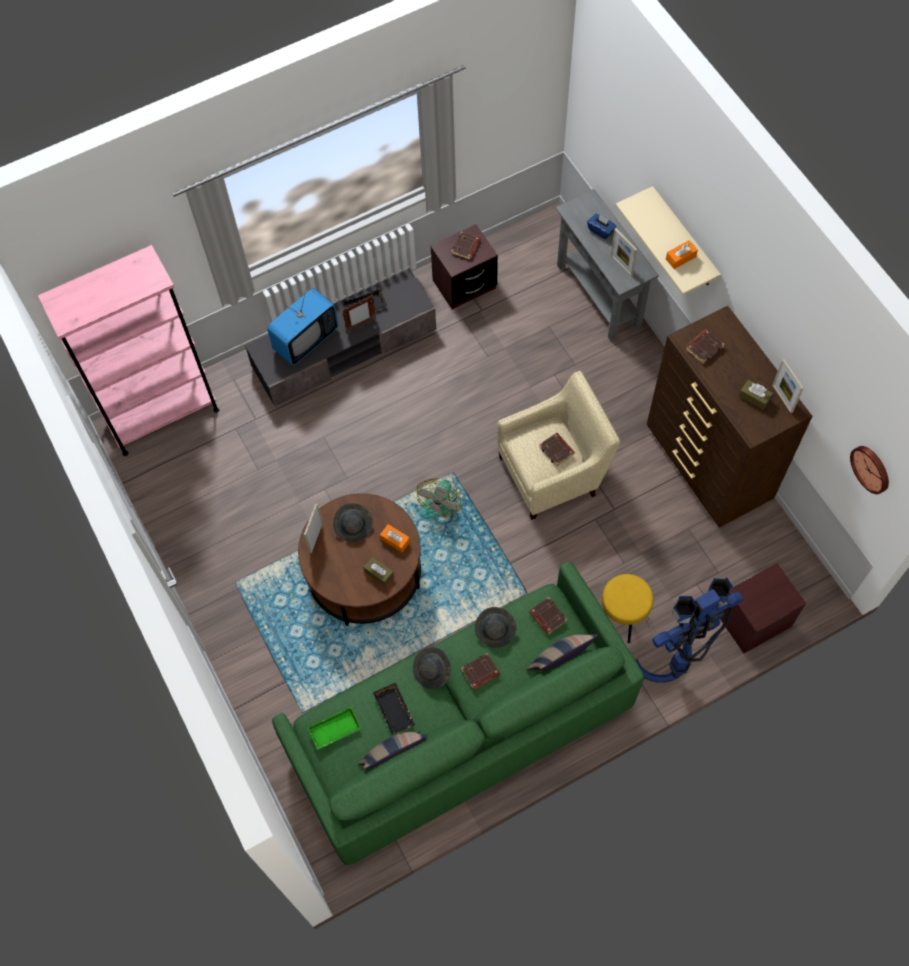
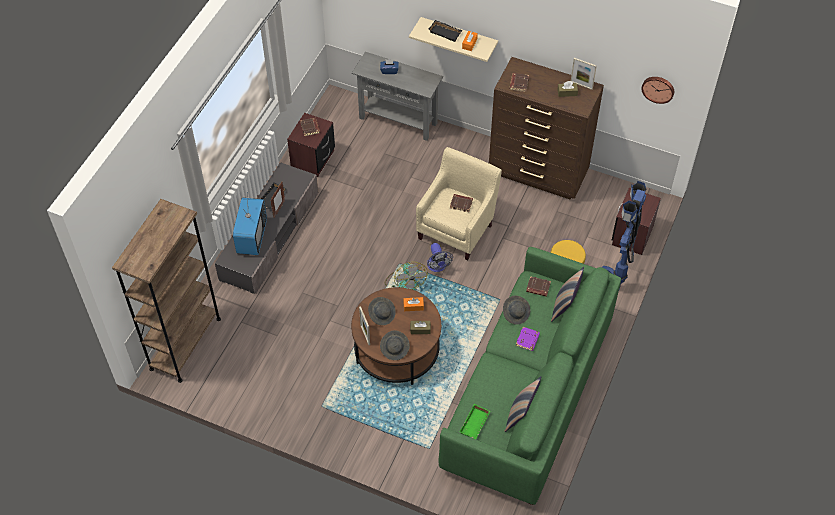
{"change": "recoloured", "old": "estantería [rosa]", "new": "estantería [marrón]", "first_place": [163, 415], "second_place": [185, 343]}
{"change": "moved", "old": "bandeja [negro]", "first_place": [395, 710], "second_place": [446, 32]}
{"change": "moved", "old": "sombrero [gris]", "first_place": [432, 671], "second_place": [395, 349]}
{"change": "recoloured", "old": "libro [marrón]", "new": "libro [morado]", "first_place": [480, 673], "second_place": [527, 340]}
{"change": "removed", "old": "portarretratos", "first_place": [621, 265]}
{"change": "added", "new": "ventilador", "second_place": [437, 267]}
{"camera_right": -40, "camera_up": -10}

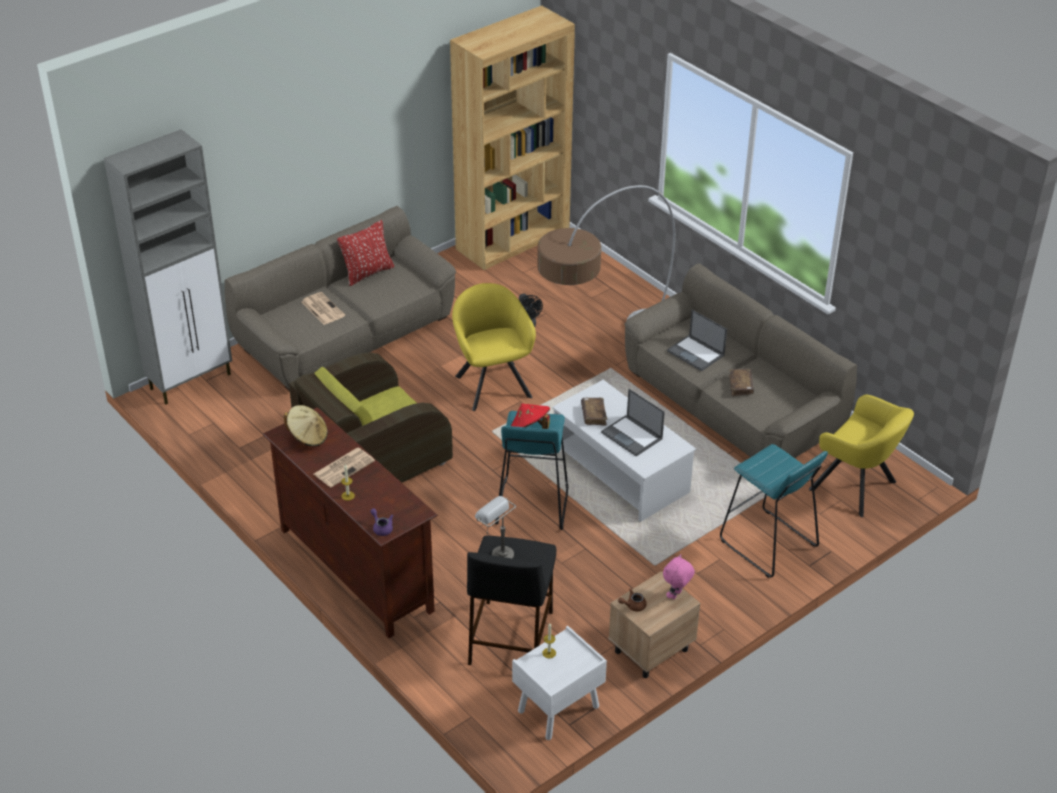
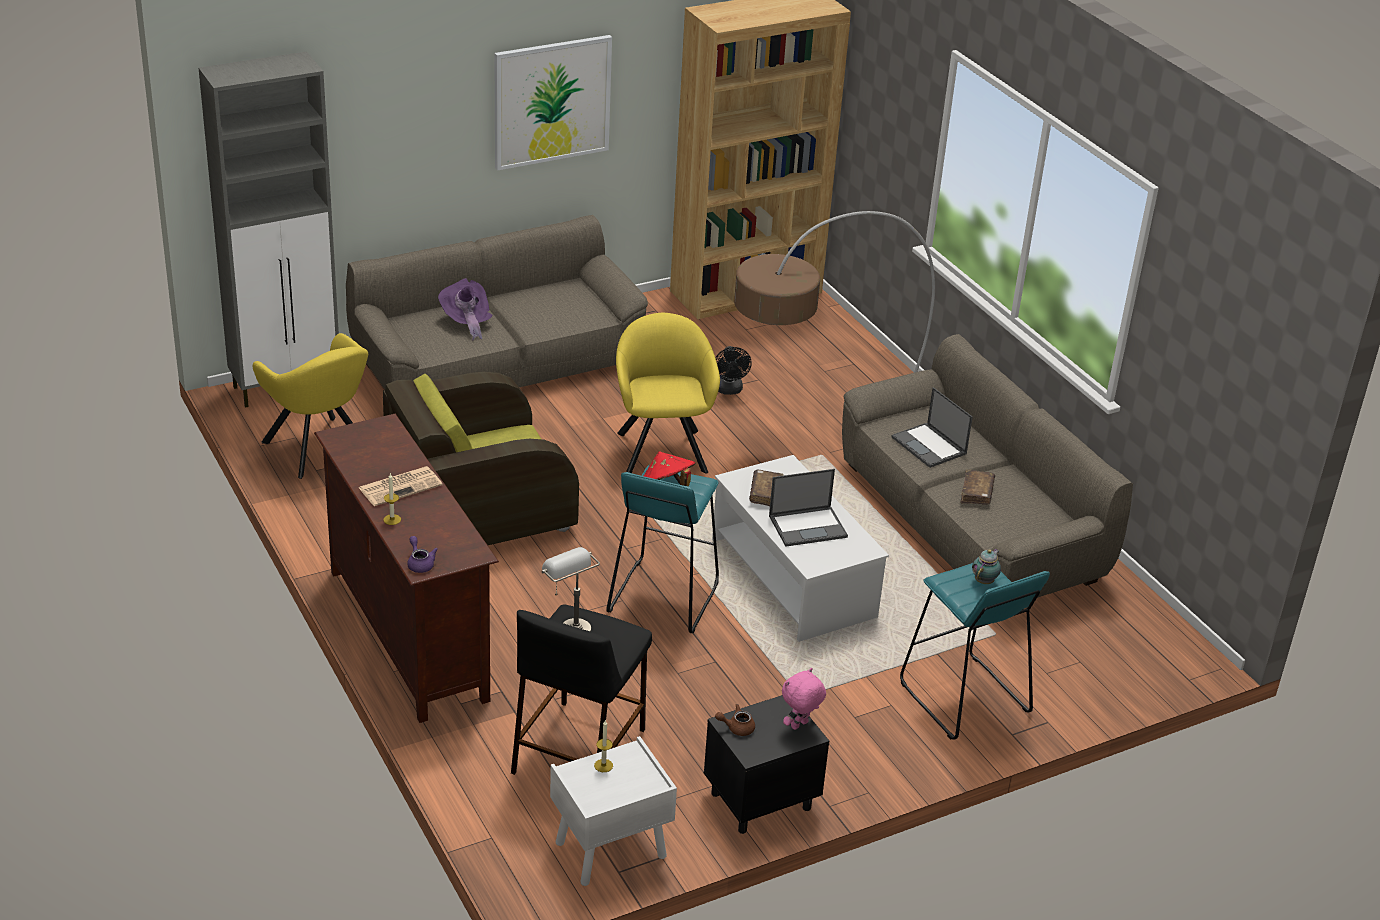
{"change": "removed", "old": "sombrero [beis]", "first_place": [308, 436]}
{"change": "replaced", "old": "periódico", "new": "sombrero [morado]", "first_place": [322, 308], "second_place": [466, 322]}
{"change": "removed", "old": "cojín [rojo]", "first_place": [367, 273]}
{"change": "turned", "old": "portátil", "first_place": [632, 436], "second_place": [808, 526], "degrees": -75}
{"change": "recoloured", "old": "mesita de noche [beis]", "new": "mesita de noche [negro]", "first_place": [650, 651], "second_place": [759, 801]}
{"change": "moved", "old": "sillón [amarillo]", "first_place": [857, 488], "second_place": [320, 450]}
{"change": "added", "new": "cuadro", "second_place": [551, 101]}
{"change": "added", "new": "tetera", "second_place": [985, 581]}
{"camera_right": 10, "camera_up": -5}

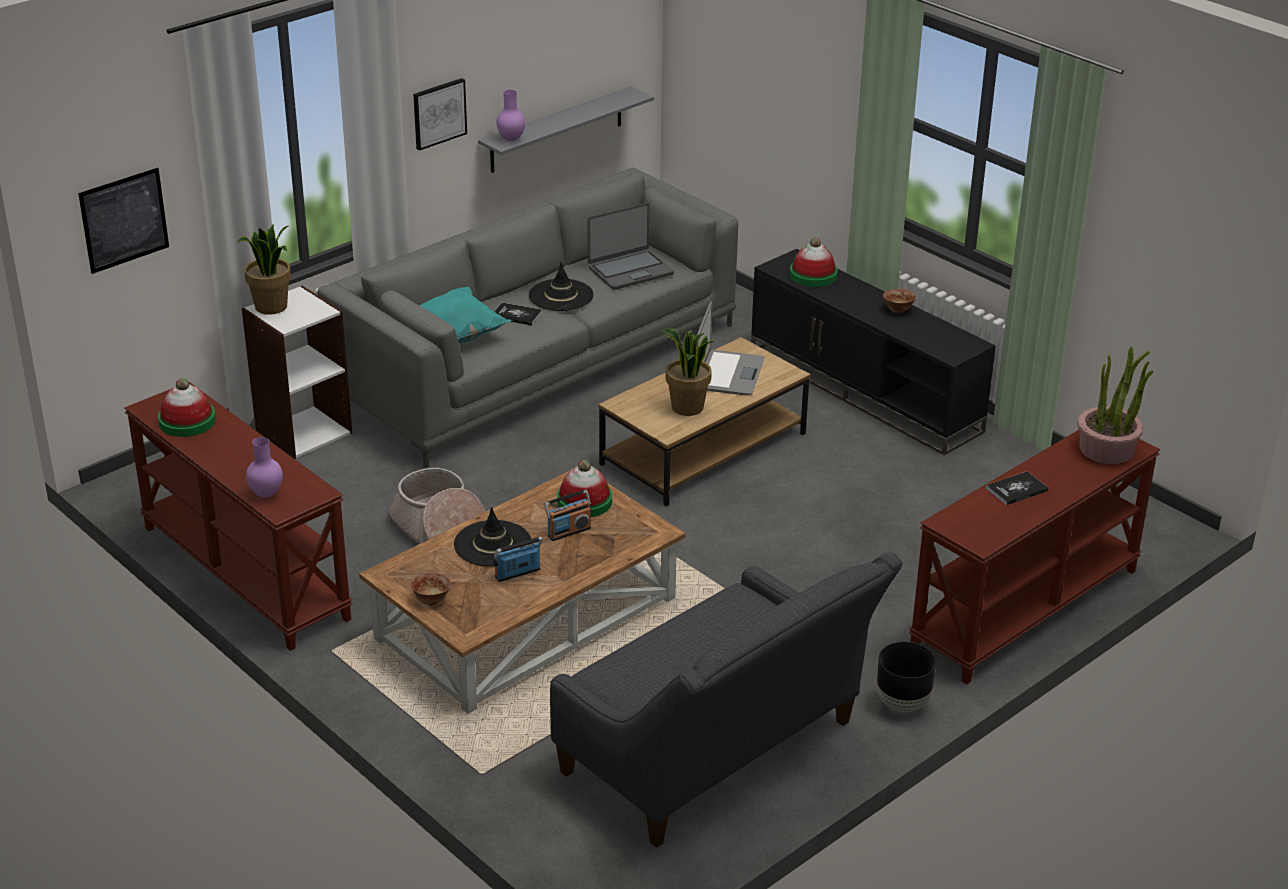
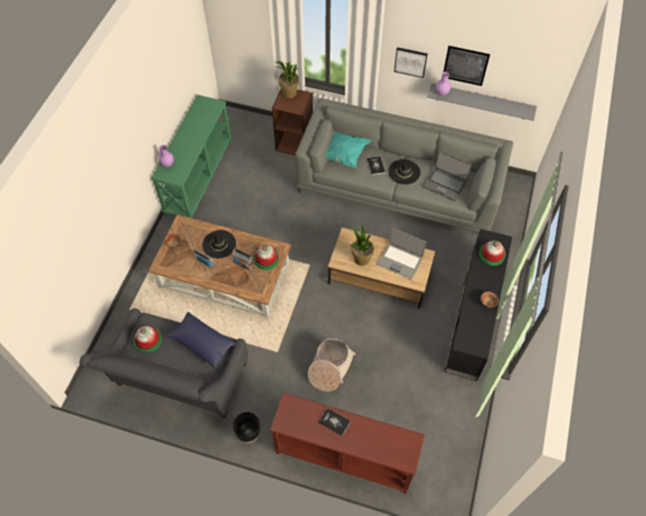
{"change": "moved", "old": "cuadro", "first_place": [124, 220], "second_place": [465, 65]}
{"change": "recoloured", "old": "mesa consola [marrón]", "new": "mesa consola [verde]", "first_place": [243, 573], "second_place": [198, 177]}
{"change": "moved", "old": "sombrero", "first_place": [187, 421], "second_place": [148, 340]}
{"change": "recoloured", "old": "estantería [blanco]", "new": "estantería [marrón]", "first_place": [303, 431], "second_place": [294, 143]}
{"change": "moved", "old": "cesta", "first_place": [439, 531], "second_place": [329, 367]}
{"change": "turned", "old": "portátil", "first_place": [728, 374], "second_place": [400, 261], "degrees": 45}
{"change": "removed", "old": "planta en maceta", "first_place": [1107, 449]}
{"change": "added", "new": "cojín [azul]", "second_place": [202, 343]}
{"camera_right": 60, "camera_up": 25}

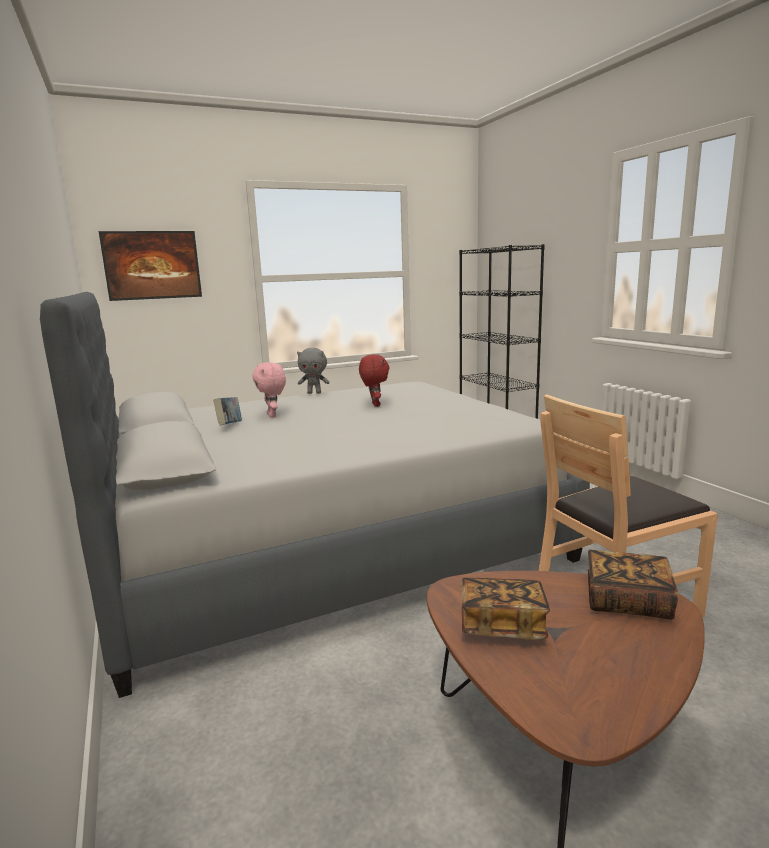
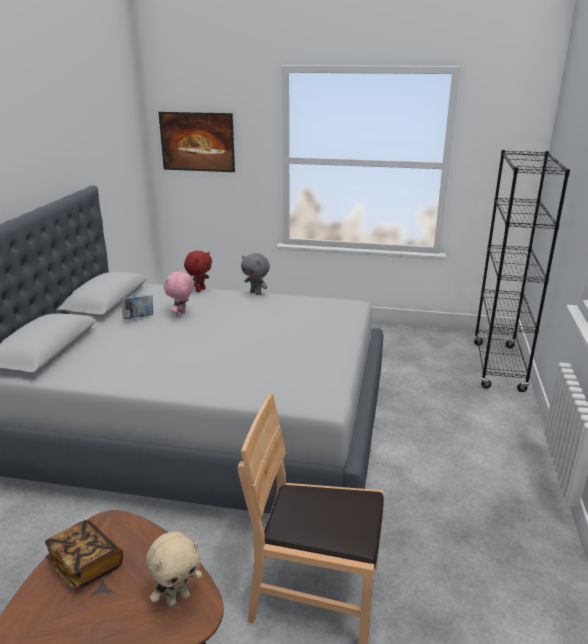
{"change": "moved", "old": "peluche [rojo]", "first_place": [374, 405], "second_place": [200, 290]}
{"change": "replaced", "old": "libro", "new": "peluche [beis]", "first_place": [627, 601], "second_place": [178, 598]}
{"camera_right": 35, "camera_up": 10}

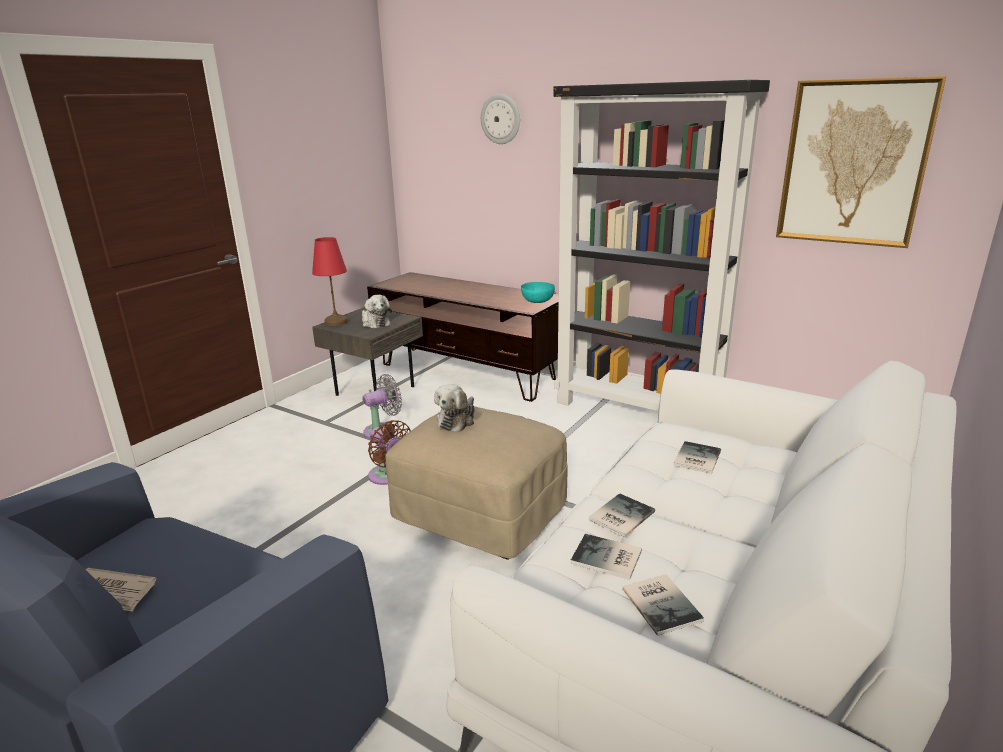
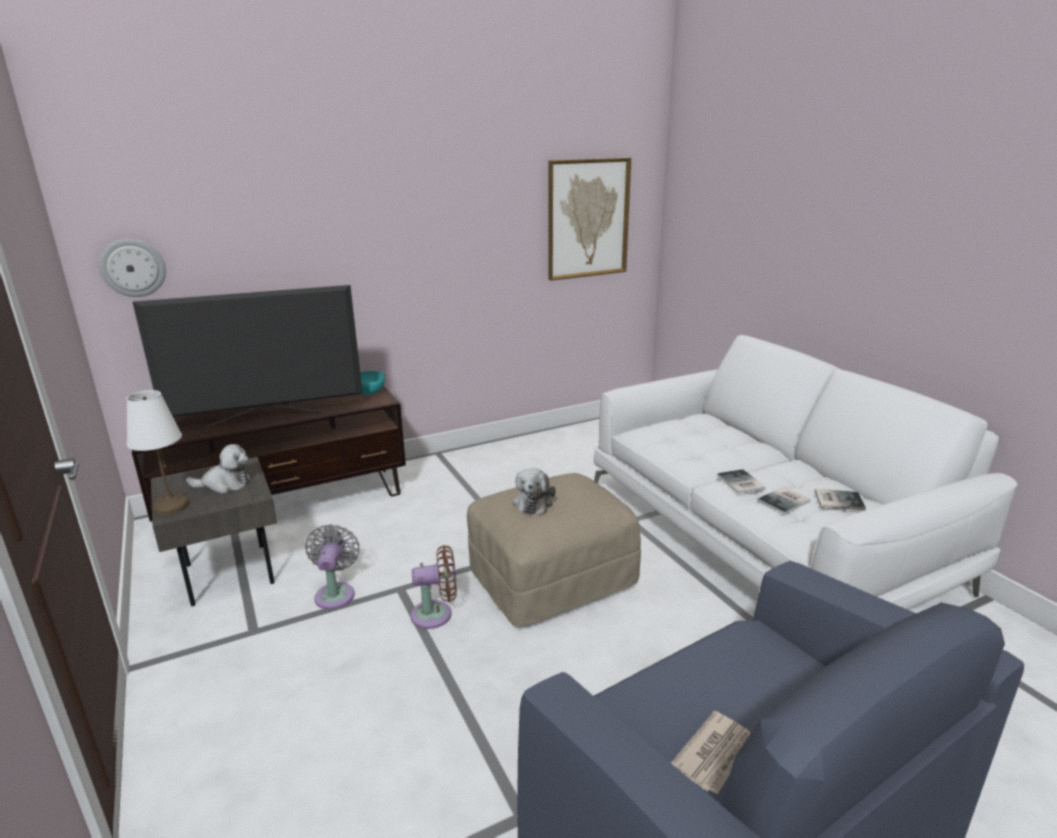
{"change": "recoloured", "old": "lámpara de mesa [rojo]", "new": "lámpara de mesa [blanco]", "first_place": [335, 322], "second_place": [170, 507]}
{"change": "turned", "old": "peluche", "first_place": [457, 420], "second_place": [533, 502], "degrees": 45}
{"change": "moved", "old": "reloj de pared", "first_place": [501, 119], "second_place": [133, 267]}
{"change": "removed", "old": "estantería [negro]", "first_place": [638, 409]}
{"change": "removed", "old": "libro", "first_place": [695, 458]}
{"change": "added", "new": "televisor", "second_place": [268, 418]}
{"camera_right": -60, "camera_up": 0}

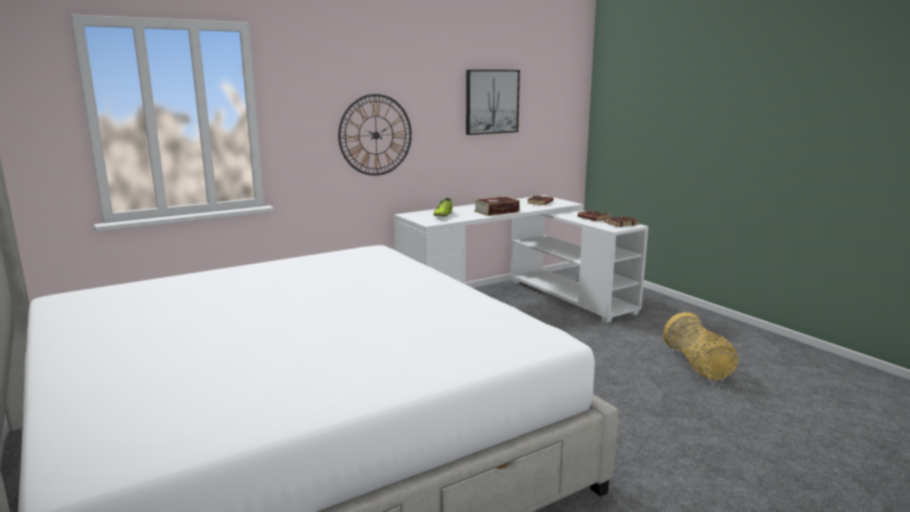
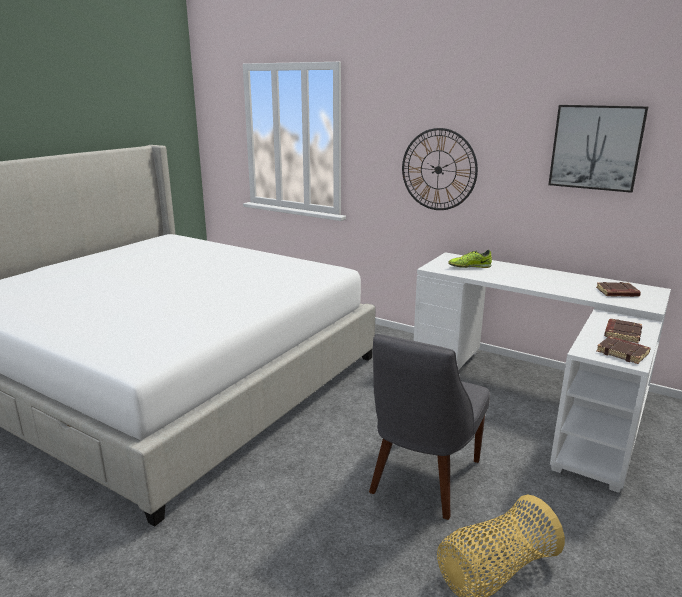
{"change": "removed", "old": "libro", "first_place": [496, 211]}
{"change": "added", "new": "silla [gris]", "second_place": [422, 479]}
{"camera_right": 65, "camera_up": 5}

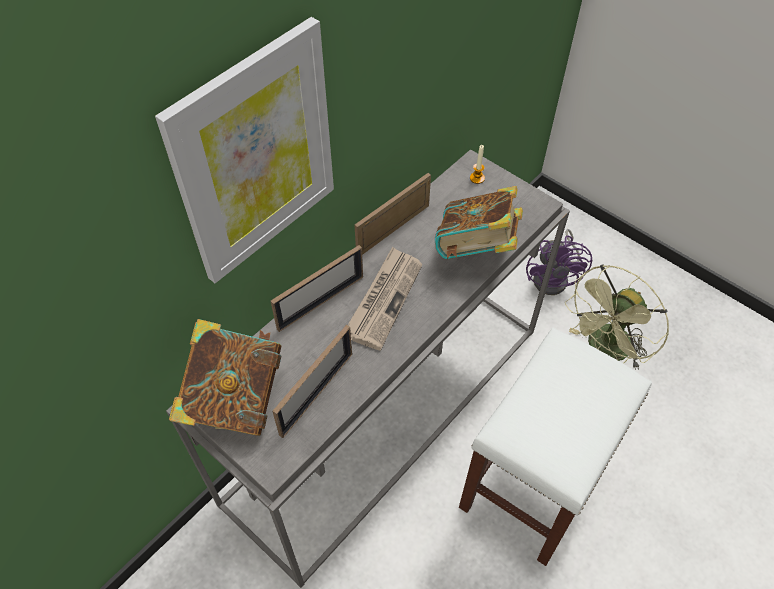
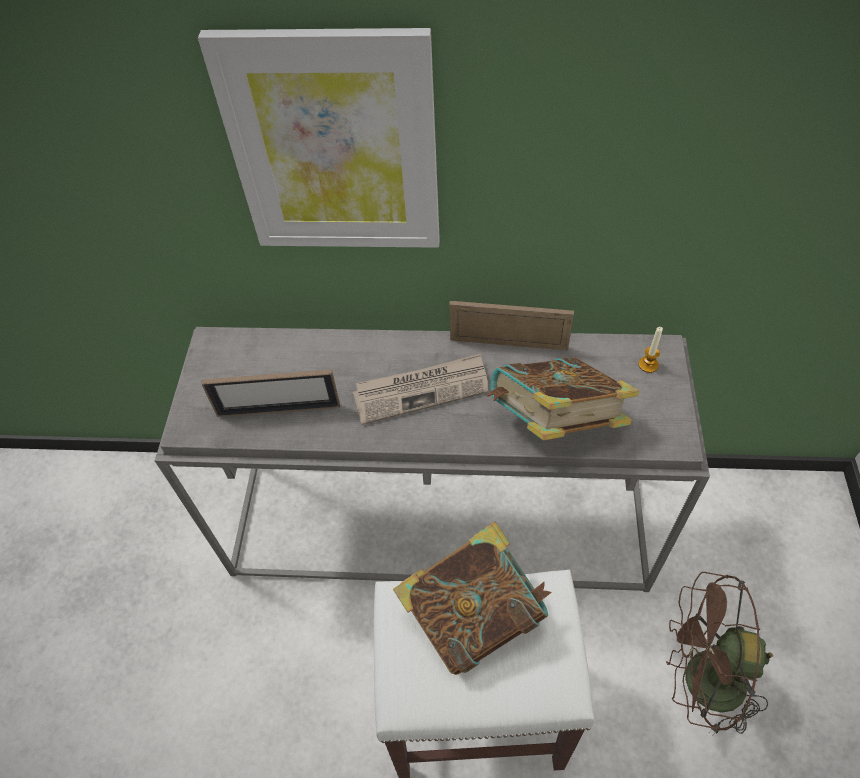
{"change": "moved", "old": "libro", "first_place": [233, 399], "second_place": [473, 613]}
{"change": "removed", "old": "portarretratos", "first_place": [320, 302]}
{"change": "removed", "old": "ventilador [morado]", "first_place": [555, 278]}
{"change": "recoloured", "old": "ventilador [verde]", "new": "ventilador [marrón]", "first_place": [605, 351], "second_place": [700, 682]}
{"camera_right": 55, "camera_up": 0}

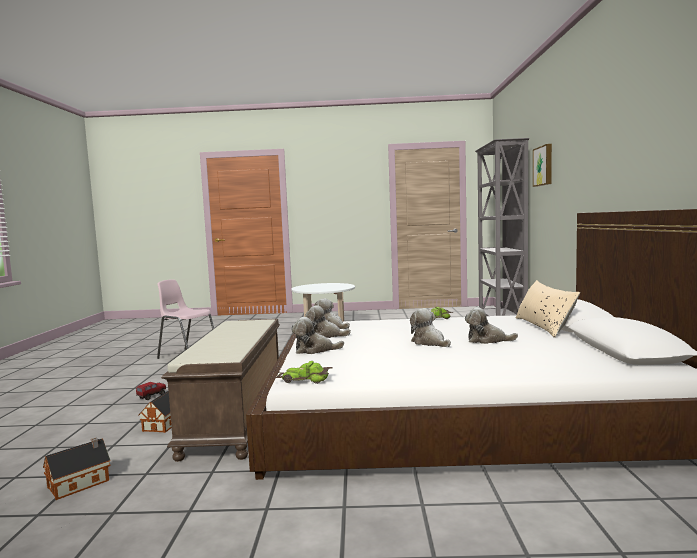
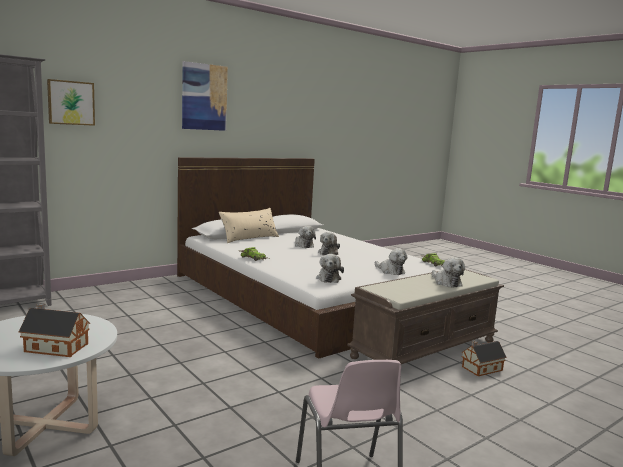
{"change": "moved", "old": "casita", "first_place": [81, 483], "second_place": [54, 347]}
{"change": "removed", "old": "camión de juguete", "first_place": [151, 396]}
{"change": "moved", "old": "peluche", "first_place": [325, 335], "second_place": [446, 282]}
{"change": "added", "new": "cuadro", "second_place": [204, 97]}
{"camera_right": -130, "camera_up": 5}

